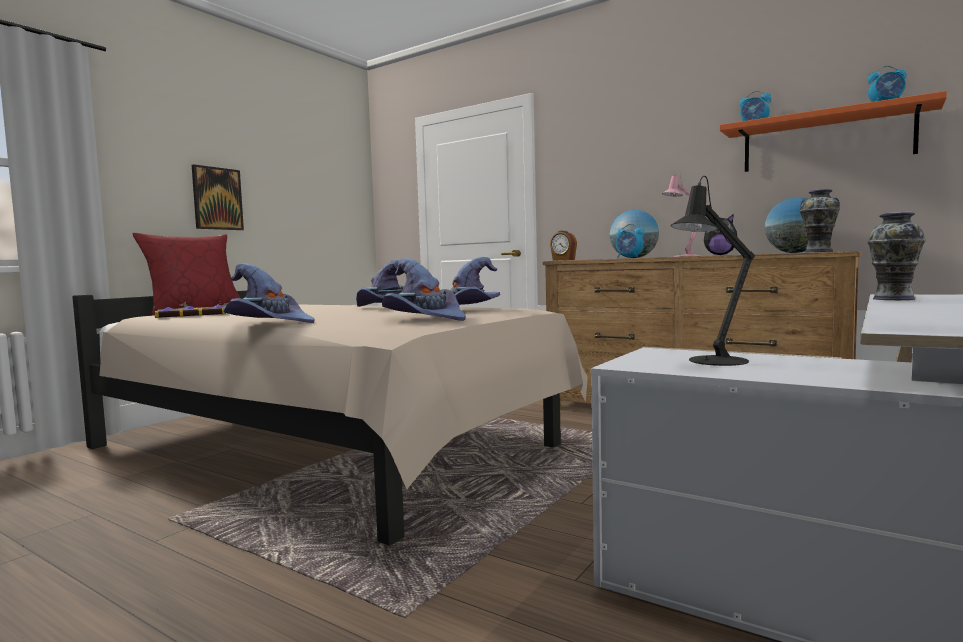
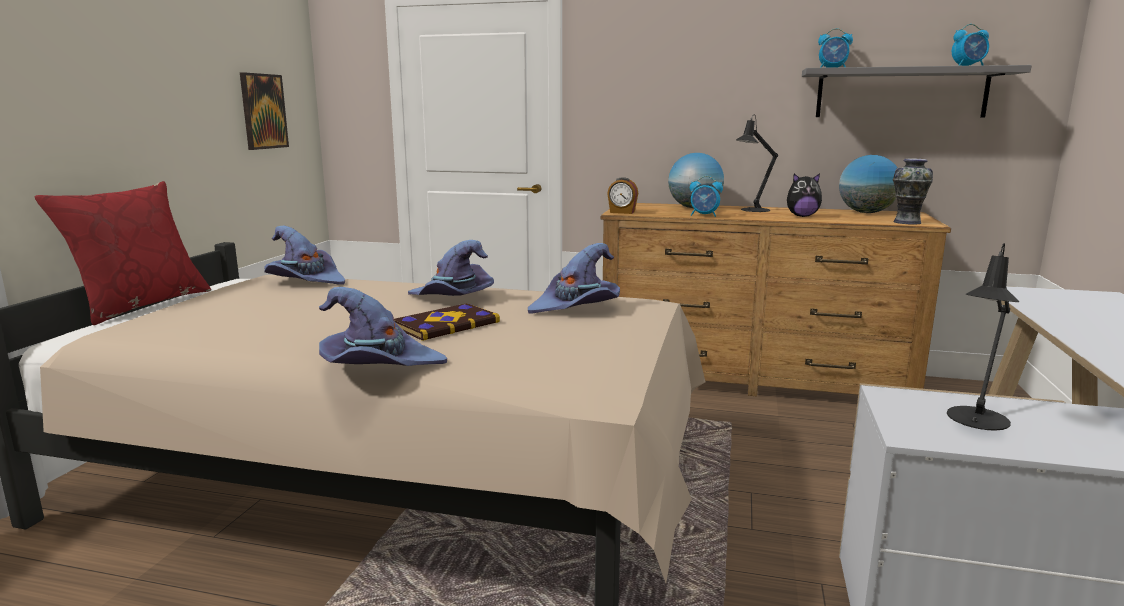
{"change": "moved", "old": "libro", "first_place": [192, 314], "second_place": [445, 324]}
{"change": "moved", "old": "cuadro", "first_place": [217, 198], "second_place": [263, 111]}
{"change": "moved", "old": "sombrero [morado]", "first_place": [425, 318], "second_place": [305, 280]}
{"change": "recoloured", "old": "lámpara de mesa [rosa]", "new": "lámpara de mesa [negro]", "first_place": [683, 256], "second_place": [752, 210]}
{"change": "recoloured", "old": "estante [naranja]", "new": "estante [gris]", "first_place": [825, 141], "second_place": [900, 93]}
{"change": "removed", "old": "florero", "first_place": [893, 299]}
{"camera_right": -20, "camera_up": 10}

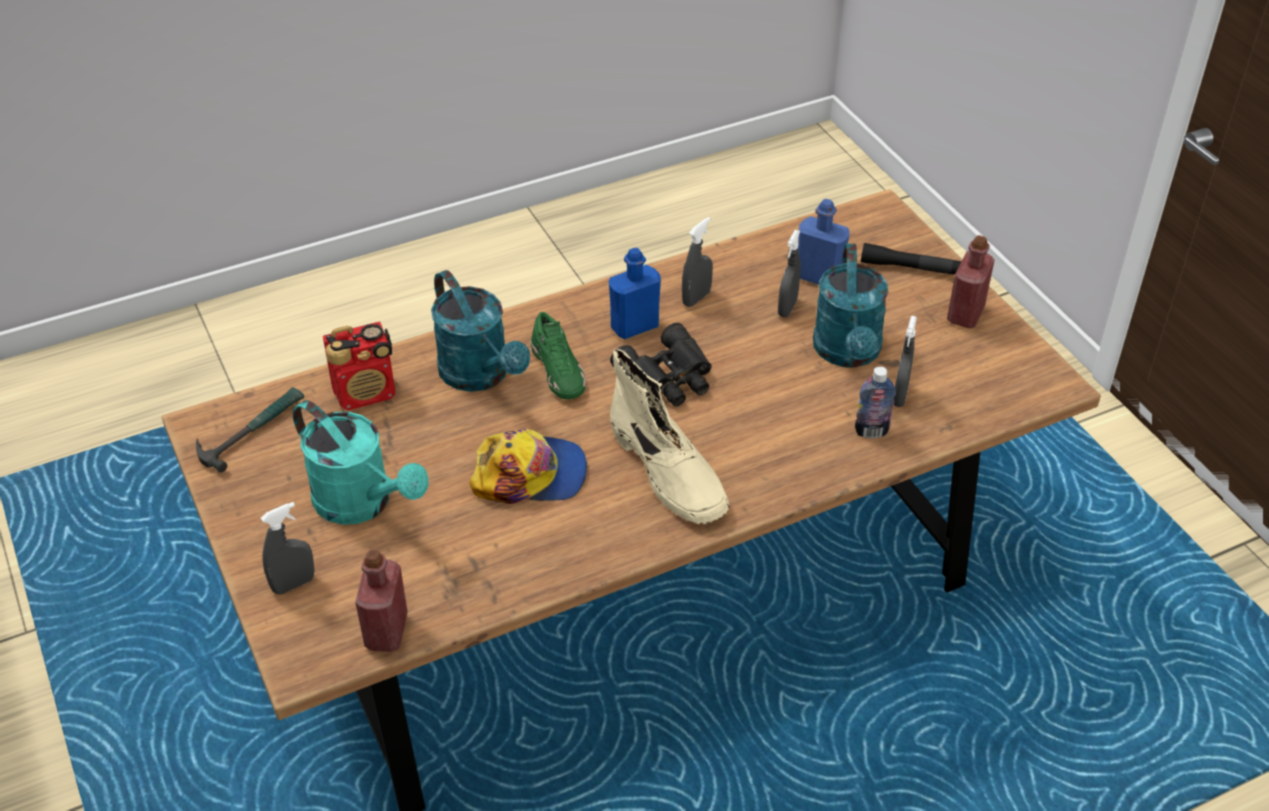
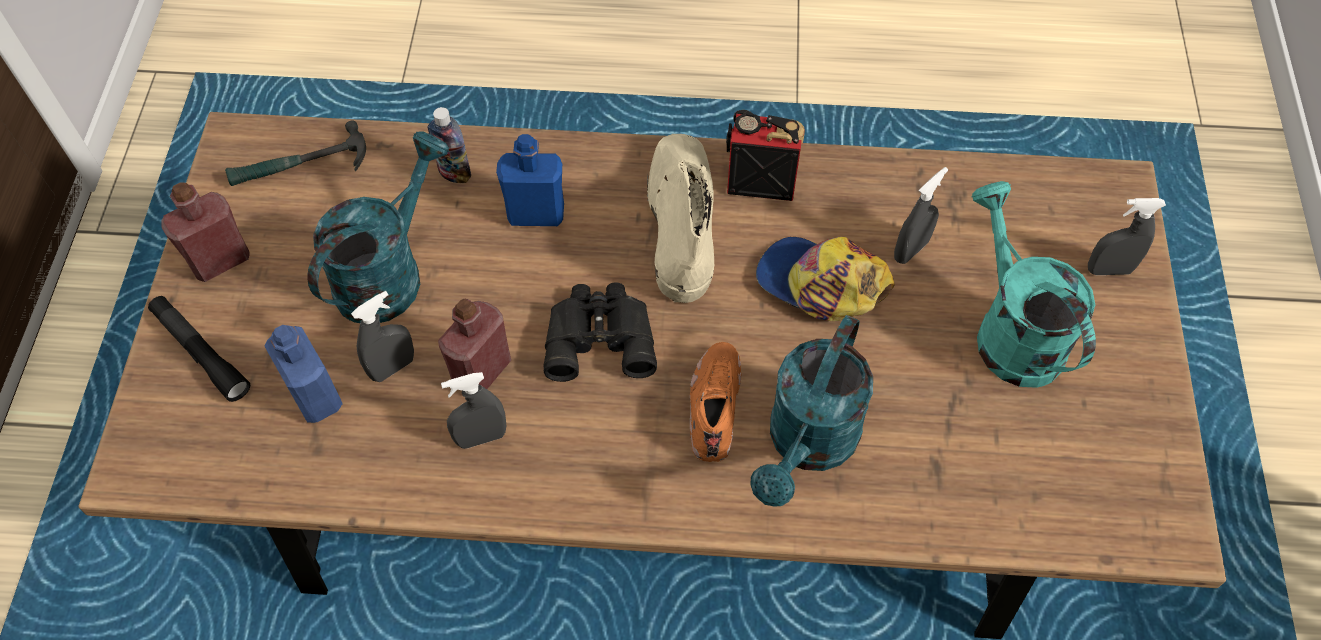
{"change": "moved", "old": "martillo", "first_place": [251, 431], "second_place": [299, 166]}
{"change": "moved", "old": "radio", "first_place": [366, 393], "second_place": [760, 180]}
{"change": "moved", "old": "botella [rojo]", "first_place": [386, 631], "second_place": [481, 371]}
{"change": "turned", "old": "regadera [turquesa]", "first_place": [481, 375], "second_place": [807, 445], "degrees": -150}
{"change": "recoloured", "old": "zapato [verde]", "new": "zapato [naranja]", "first_place": [559, 371], "second_place": [714, 406]}
{"change": "moved", "old": "botella [azul]", "first_place": [634, 327], "second_place": [536, 214]}
{"change": "moved", "old": "pulverizador [gris]", "first_place": [900, 396], "second_place": [911, 250]}
{"camera_right": -150, "camera_up": 15}

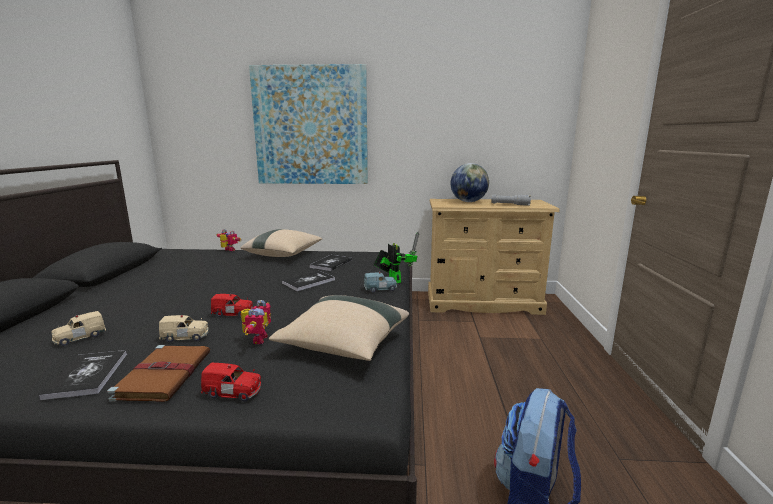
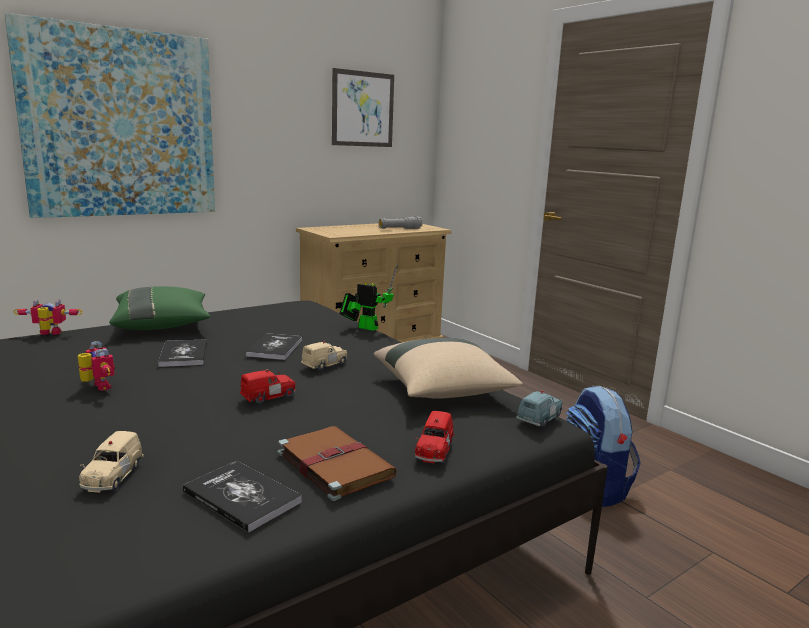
{"change": "moved", "old": "coche de juguete [beis]", "first_place": [186, 337], "second_place": [325, 365]}
{"change": "turned", "old": "coche de juguete [rojo]", "first_place": [233, 392], "second_place": [434, 451], "degrees": 135}
{"change": "recoloured", "old": "cojín [beis]", "new": "cojín [verde]", "first_place": [284, 255], "second_place": [162, 325]}
{"change": "moved", "old": "robot de juguete", "first_place": [256, 339], "second_place": [97, 387]}
{"change": "moved", "old": "libro", "first_place": [331, 263], "second_place": [184, 354]}
{"change": "moved", "old": "coche de juguete [azul]", "first_place": [380, 289], "second_place": [539, 418]}
{"change": "removed", "old": "globo terráqueo", "first_place": [468, 202]}
{"change": "added", "new": "cuadro", "second_place": [363, 109]}
{"camera_right": -40, "camera_up": 0}

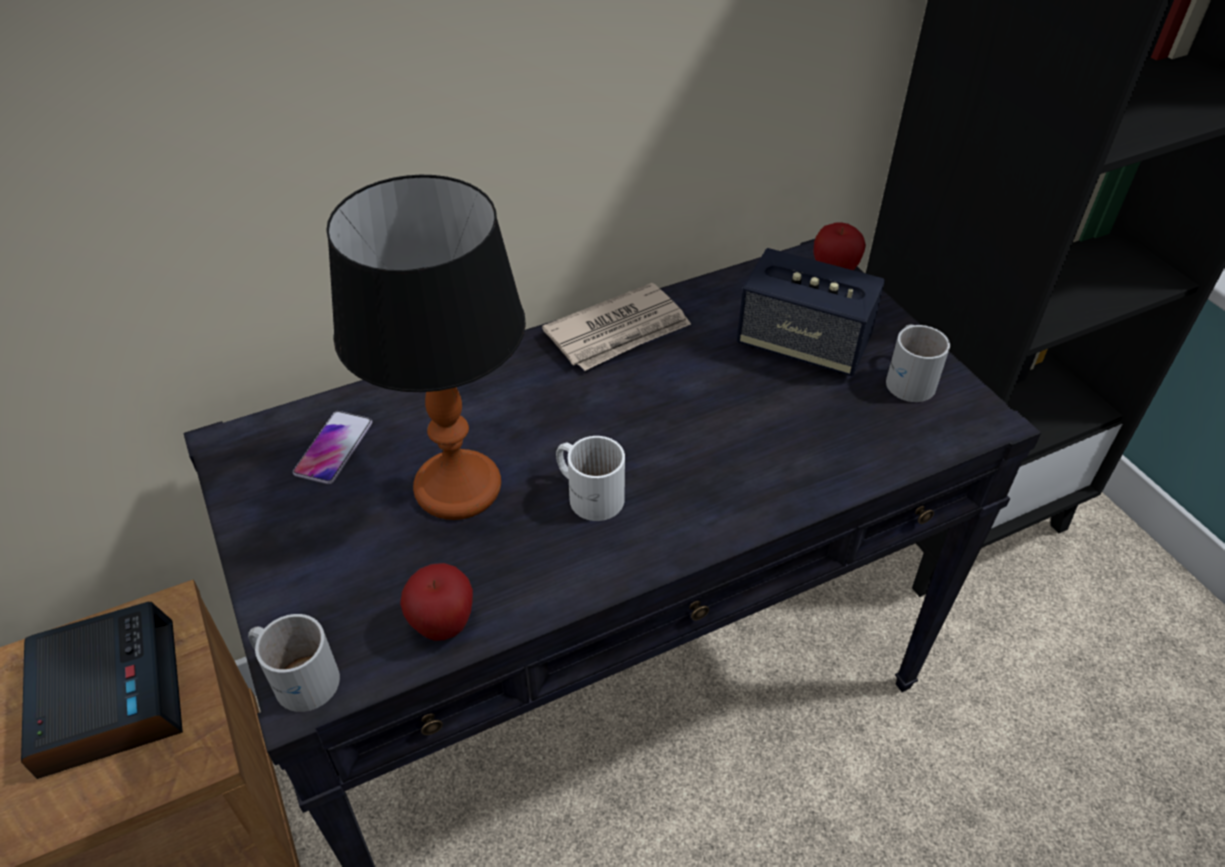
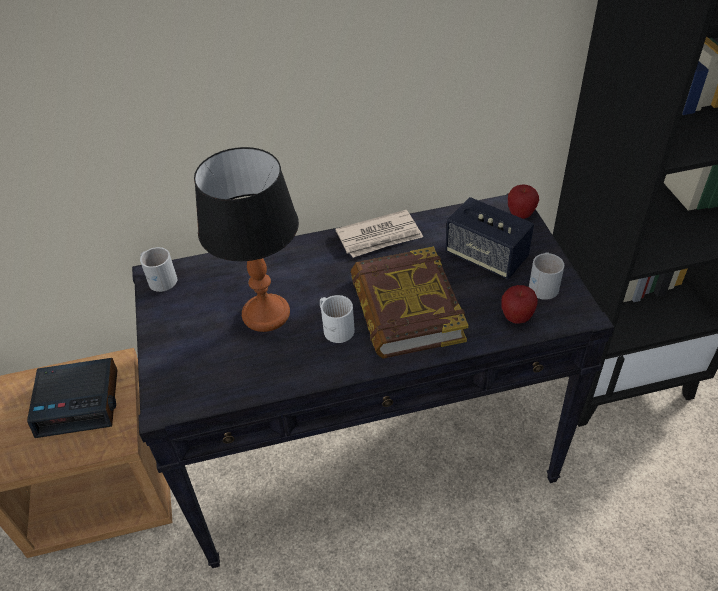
{"change": "turned", "old": "despertador", "first_place": [107, 696], "second_place": [79, 402], "degrees": 90}
{"change": "moved", "old": "taza grande [blanco]", "first_place": [298, 674], "second_place": [160, 278]}
{"change": "removed", "old": "móvil", "first_place": [334, 448]}
{"change": "moved", "old": "manzana", "first_place": [443, 625], "second_place": [516, 318]}
{"change": "added", "new": "libro", "second_place": [406, 309]}
{"camera_right": 15, "camera_up": 0}

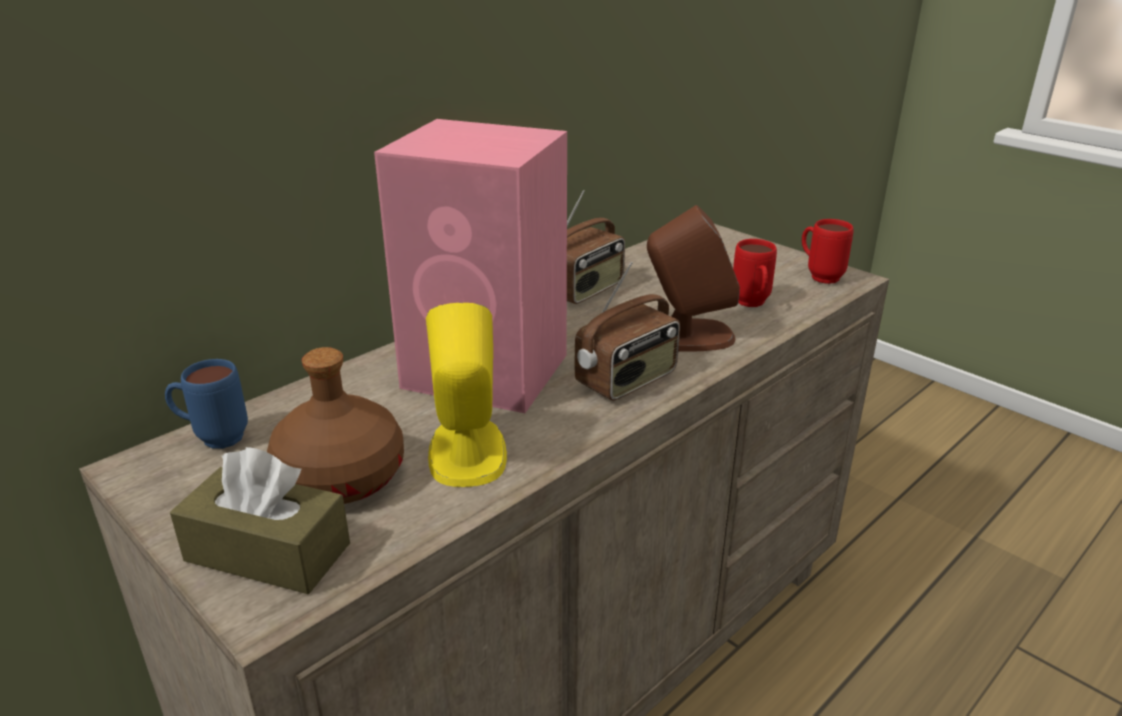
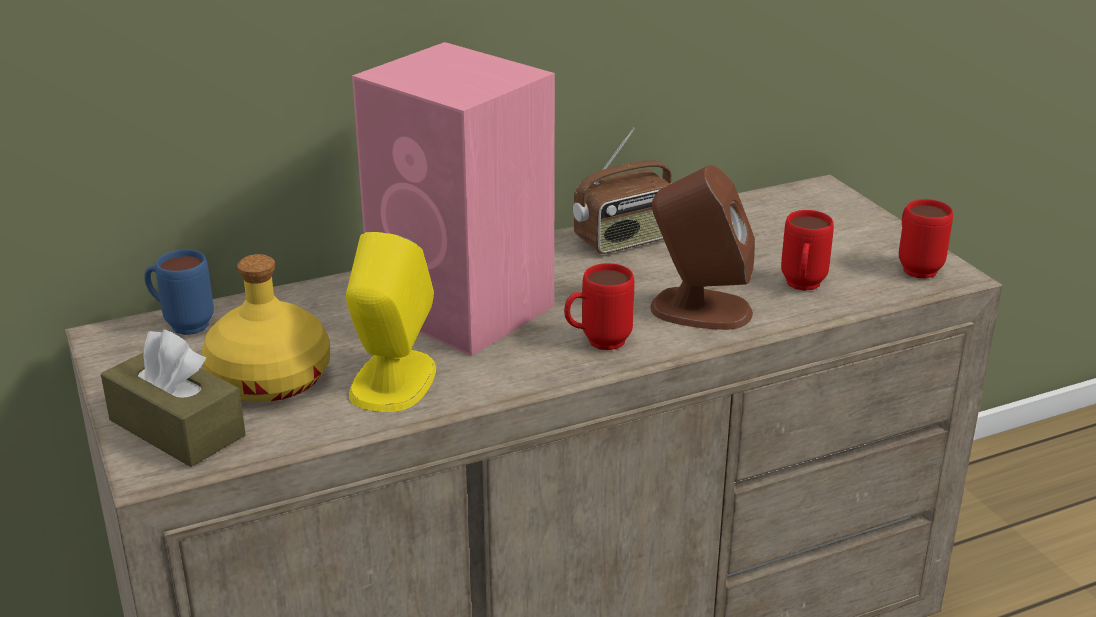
{"change": "recoloured", "old": "botella [marrón]", "new": "botella [amarillo]", "first_place": [342, 477], "second_place": [271, 380]}
{"change": "replaced", "old": "radio", "new": "taza grande [rojo]", "first_place": [627, 380], "second_place": [597, 343]}
{"camera_right": 20, "camera_up": 0}

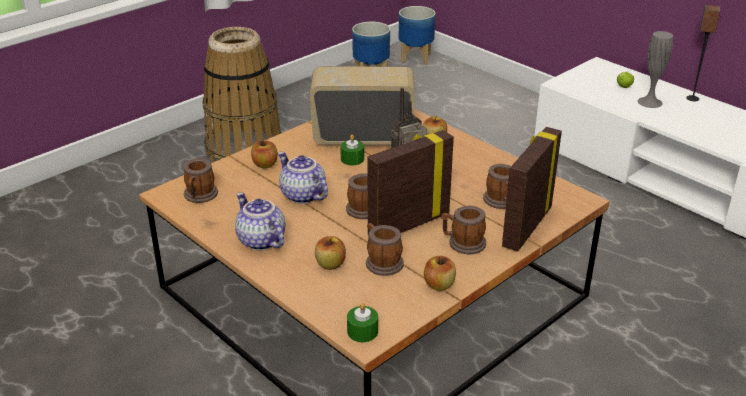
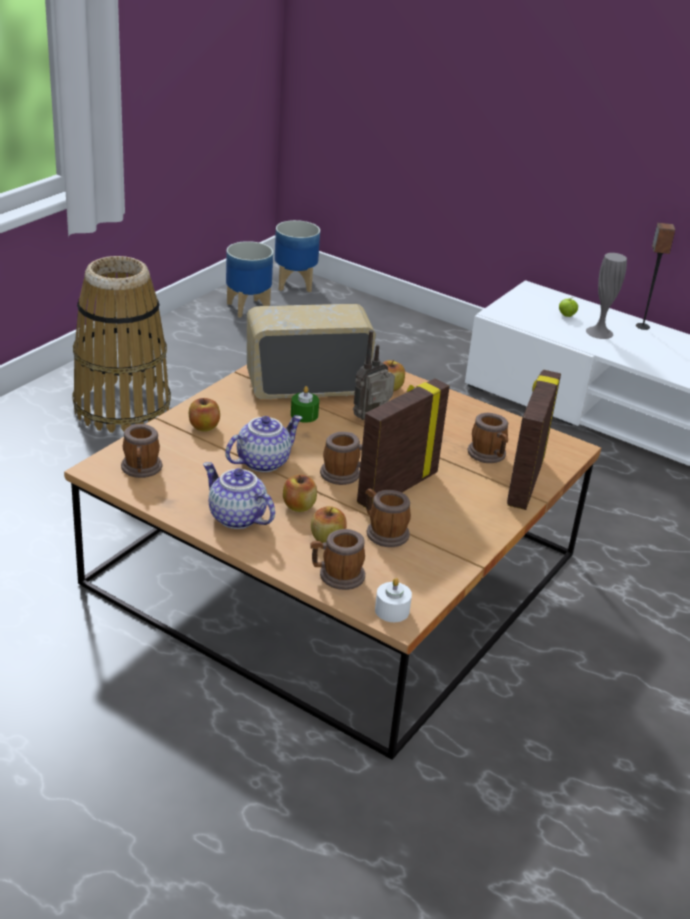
{"change": "turned", "old": "tetera", "first_place": [302, 195], "second_place": [263, 461], "degrees": 105}
{"change": "recoloured", "old": "vela [verde]", "new": "vela [blanco]", "first_place": [362, 331], "second_place": [392, 610]}
{"change": "moved", "old": "manzana", "first_place": [439, 285], "second_place": [299, 506]}
{"change": "moved", "old": "taza grande", "first_place": [463, 243], "second_place": [336, 576]}
{"camera_right": -15, "camera_up": 0}

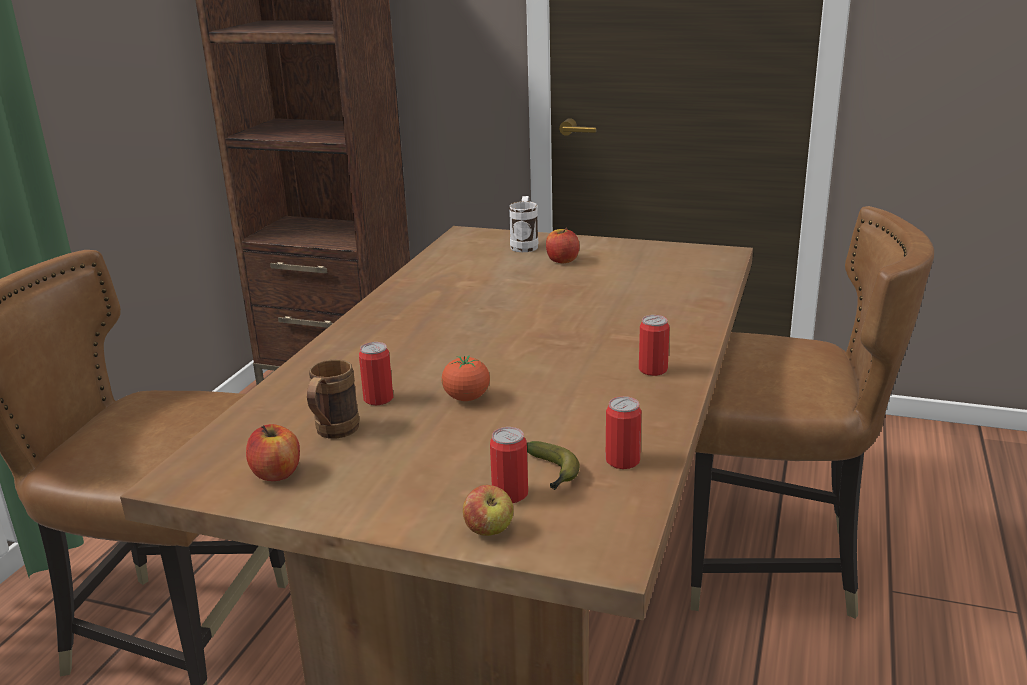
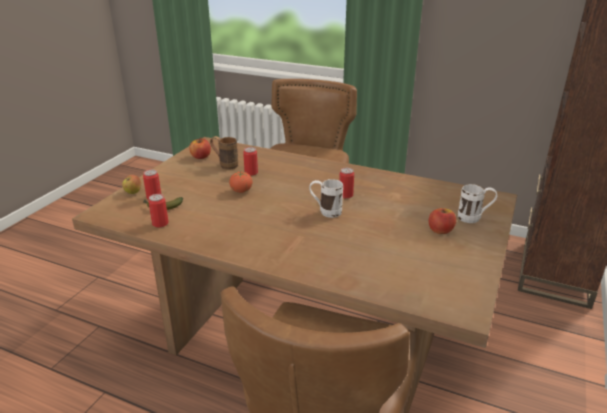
{"change": "moved", "old": "lata", "first_place": [653, 370], "second_place": [345, 195]}
{"change": "added", "new": "taza grande [blanco]", "second_place": [325, 212]}
{"camera_right": 95, "camera_up": 5}

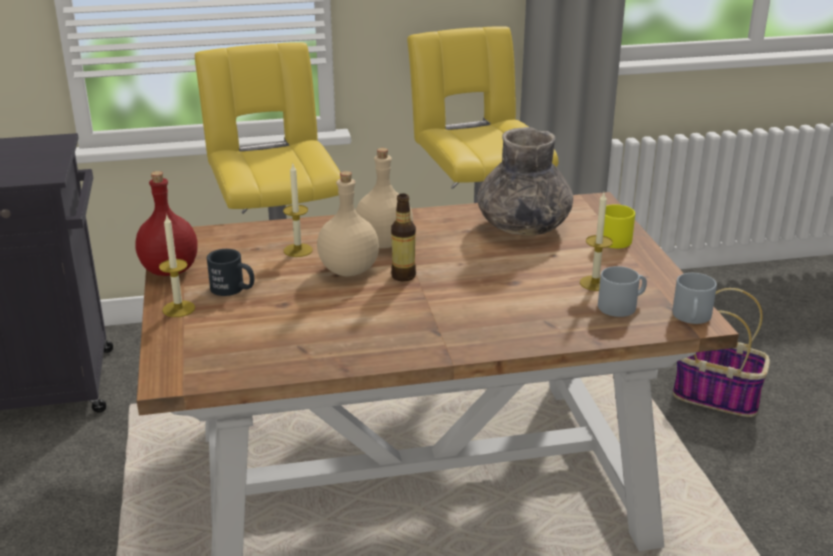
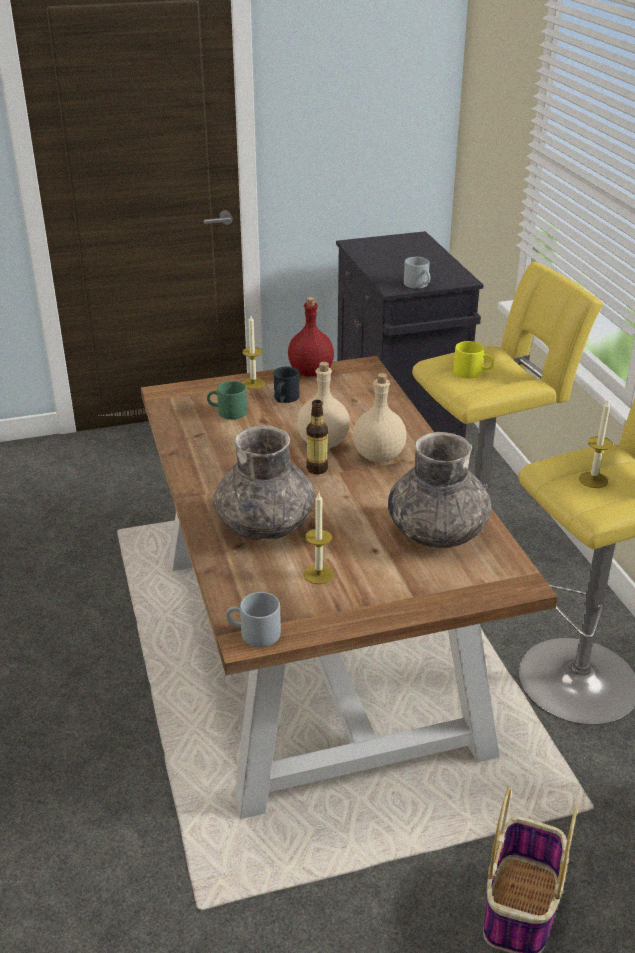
{"change": "moved", "old": "vela", "first_place": [298, 250], "second_place": [593, 480]}
{"change": "moved", "old": "taza grande [gris]", "first_place": [622, 305], "second_place": [419, 285]}
{"change": "moved", "old": "taza grande [amarillo]", "first_place": [615, 238], "second_place": [472, 372]}
{"change": "added", "new": "taza grande [verde]", "second_place": [227, 412]}
{"change": "added", "new": "florero [gris]", "second_place": [265, 525]}
{"camera_right": 85, "camera_up": 5}

